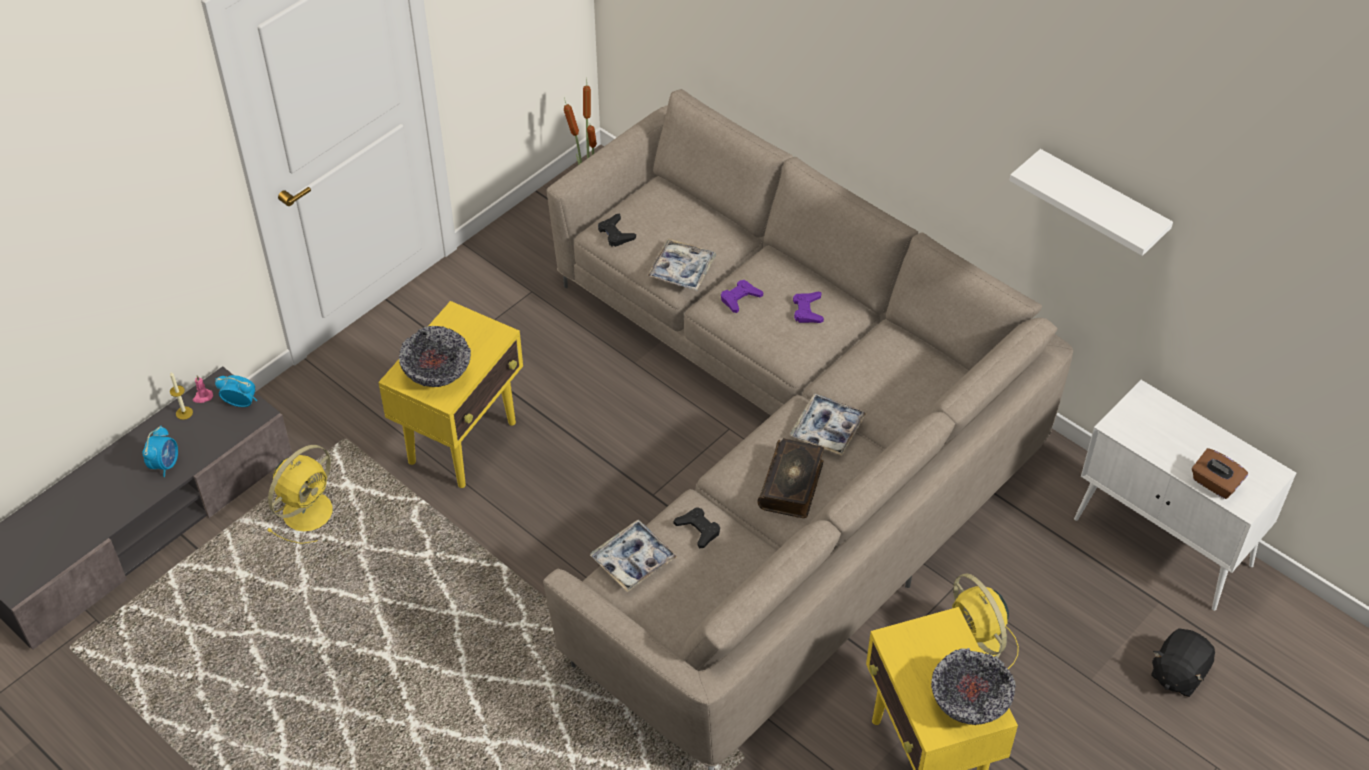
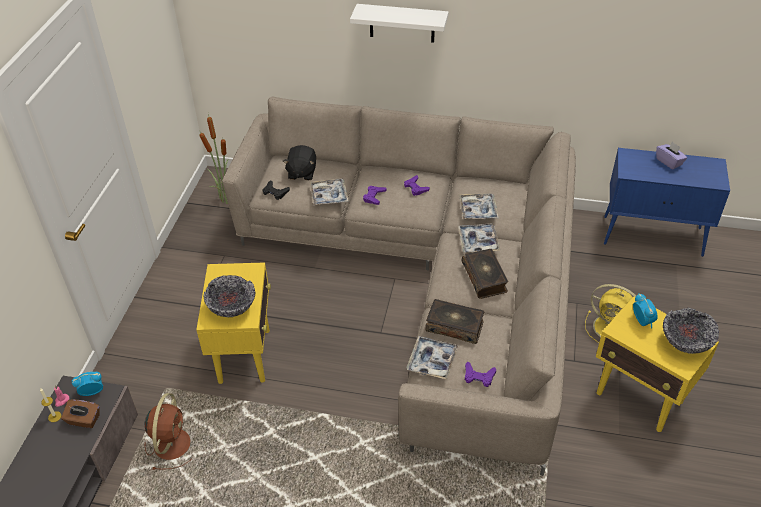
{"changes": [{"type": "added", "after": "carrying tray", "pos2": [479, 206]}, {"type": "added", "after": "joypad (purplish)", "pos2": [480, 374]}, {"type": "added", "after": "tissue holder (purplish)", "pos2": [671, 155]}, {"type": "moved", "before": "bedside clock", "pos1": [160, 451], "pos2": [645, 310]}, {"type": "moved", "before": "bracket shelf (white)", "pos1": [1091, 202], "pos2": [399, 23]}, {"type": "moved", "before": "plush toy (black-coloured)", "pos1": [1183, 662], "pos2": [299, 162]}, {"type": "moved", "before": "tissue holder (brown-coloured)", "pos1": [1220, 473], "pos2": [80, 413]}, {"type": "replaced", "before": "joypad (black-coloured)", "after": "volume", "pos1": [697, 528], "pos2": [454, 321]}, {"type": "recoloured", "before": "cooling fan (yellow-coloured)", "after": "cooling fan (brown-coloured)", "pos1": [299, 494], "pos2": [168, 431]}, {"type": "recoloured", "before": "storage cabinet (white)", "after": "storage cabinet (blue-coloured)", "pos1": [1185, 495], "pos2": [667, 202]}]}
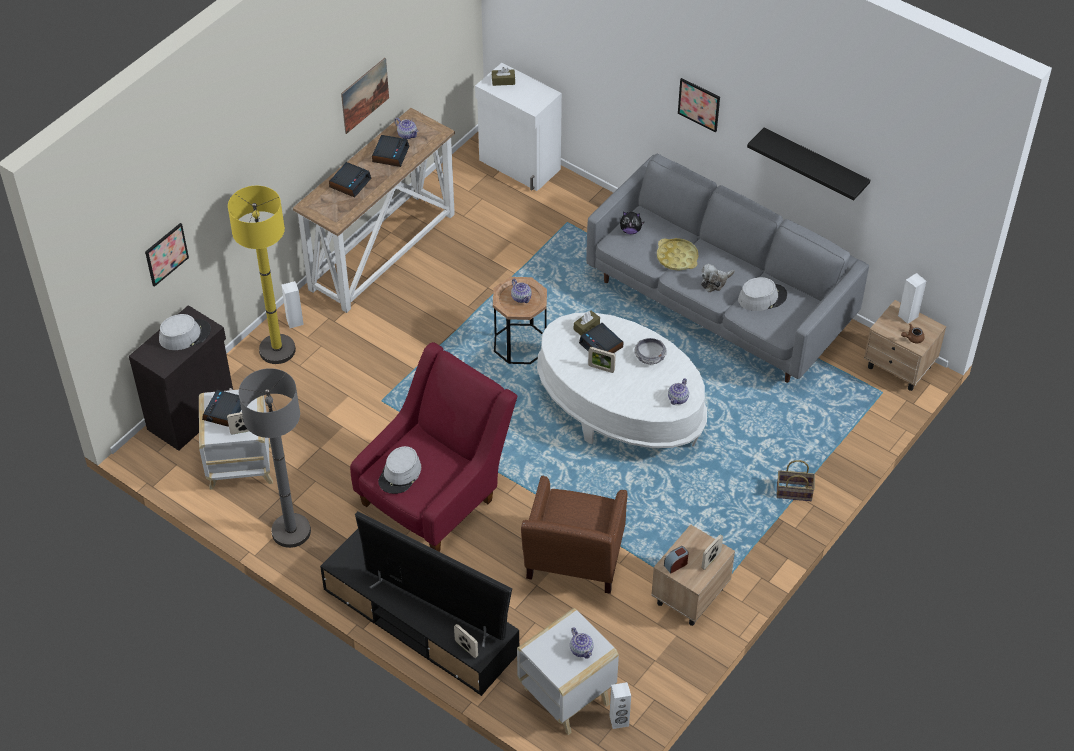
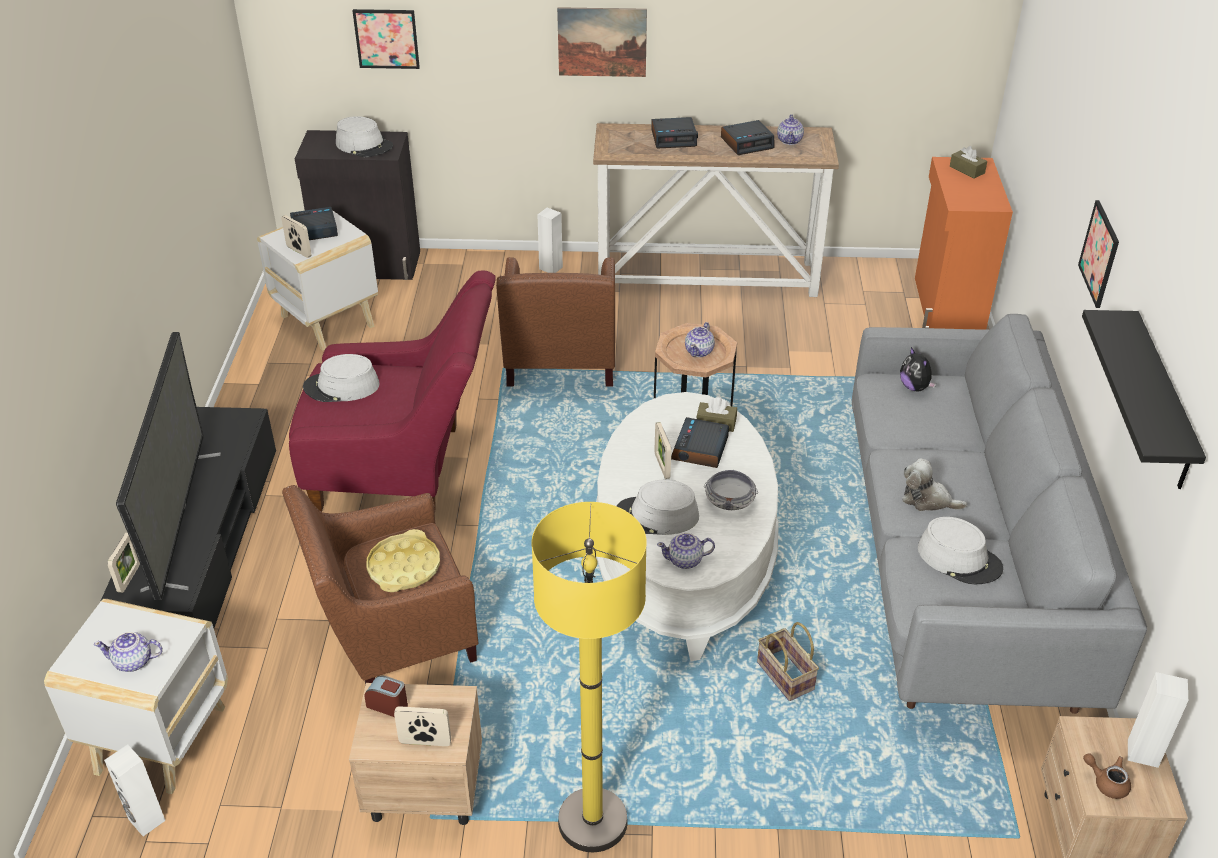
{"changes": [{"type": "removed", "before": "floor lamp (gray)", "pos1": [275, 458]}, {"type": "added", "after": "lounge chair (brown-coloured)", "pos2": [555, 322]}, {"type": "added", "after": "clothing hat (gray)", "pos2": [658, 507]}, {"type": "moved", "before": "floor lamp (yellow-coloured)", "pos1": [262, 275], "pos2": [589, 677]}, {"type": "moved", "before": "wall picture", "pos1": [365, 96], "pos2": [602, 42]}, {"type": "moved", "before": "carrying tray (yellow-coloured)", "pos1": [678, 254], "pos2": [403, 560]}, {"type": "moved", "before": "household basket", "pos1": [795, 480], "pos2": [788, 661]}, {"type": "recoloured", "before": "storage cabinet (white)", "after": "storage cabinet (orangey)", "pos1": [518, 127], "pos2": [964, 243]}, {"type": "turned", "before": "teapot", "pos1": [581, 643], "pos2": [128, 652], "turn": 60}]}
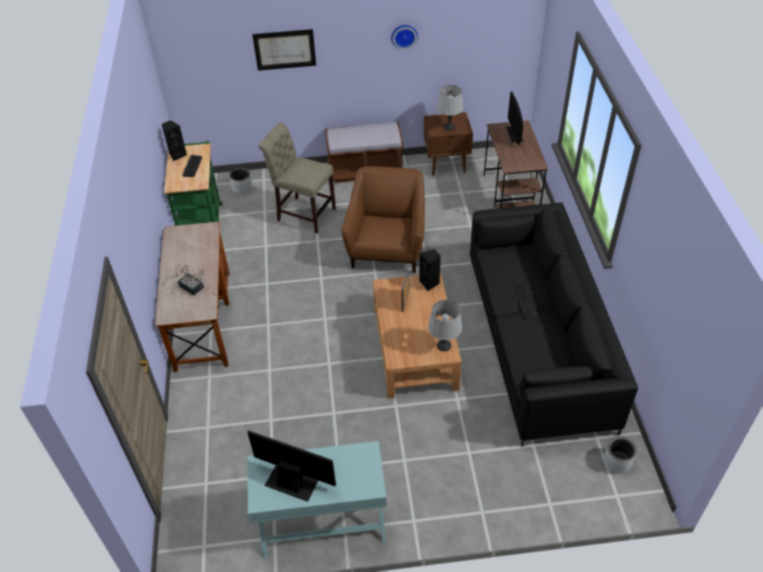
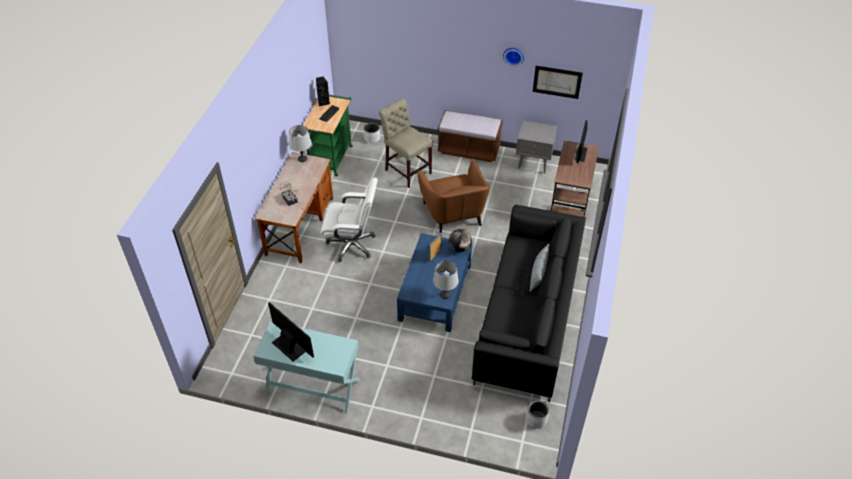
{"changes": [{"type": "added", "after": "desk chair (white)", "pos2": [349, 219]}, {"type": "added", "after": "cushion", "pos2": [539, 268]}, {"type": "moved", "before": "wall picture", "pos1": [284, 50], "pos2": [558, 82]}, {"type": "moved", "before": "lamp for a table (gray)", "pos1": [450, 107], "pos2": [300, 143]}, {"type": "replaced", "before": "loudspeaker (black-coloured)", "after": "globe", "pos1": [430, 270], "pos2": [460, 240]}, {"type": "recoloured", "before": "low table (brown-coloured)", "after": "low table (blue-coloured)", "pos1": [417, 336], "pos2": [434, 282]}, {"type": "recoloured", "before": "night table (brown-coloured)", "after": "night table (gray)", "pos1": [448, 144], "pos2": [536, 147]}, {"type": "turned", "before": "lounge chair (brown-coloured)", "pos1": [383, 219], "pos2": [453, 196], "turn": 135}]}
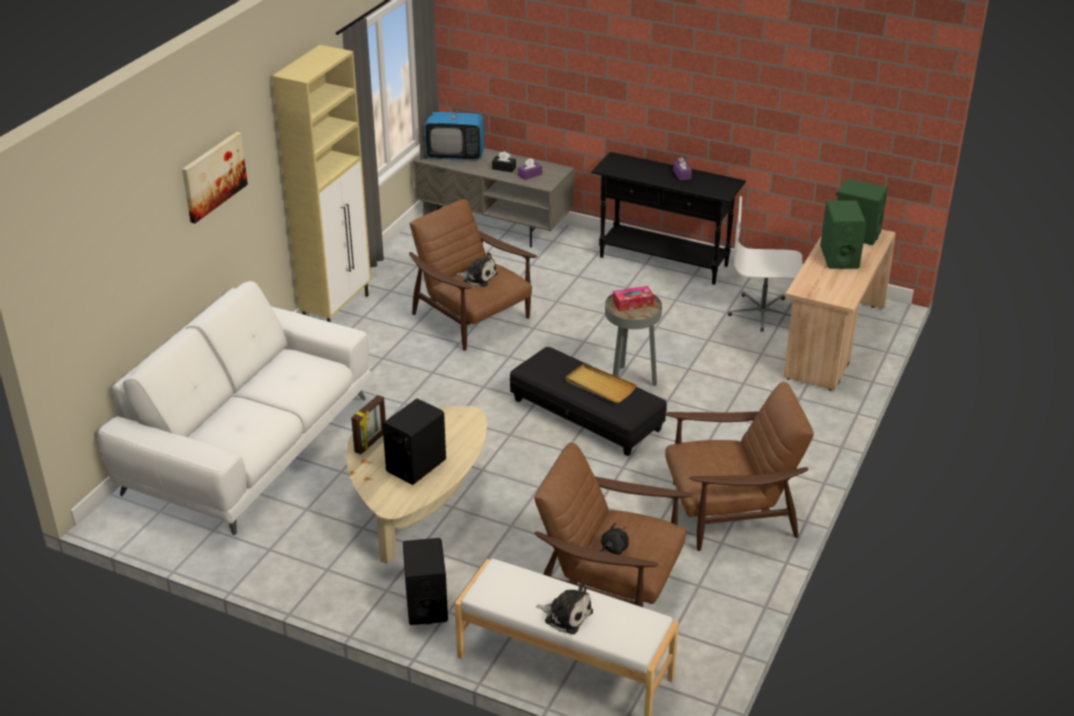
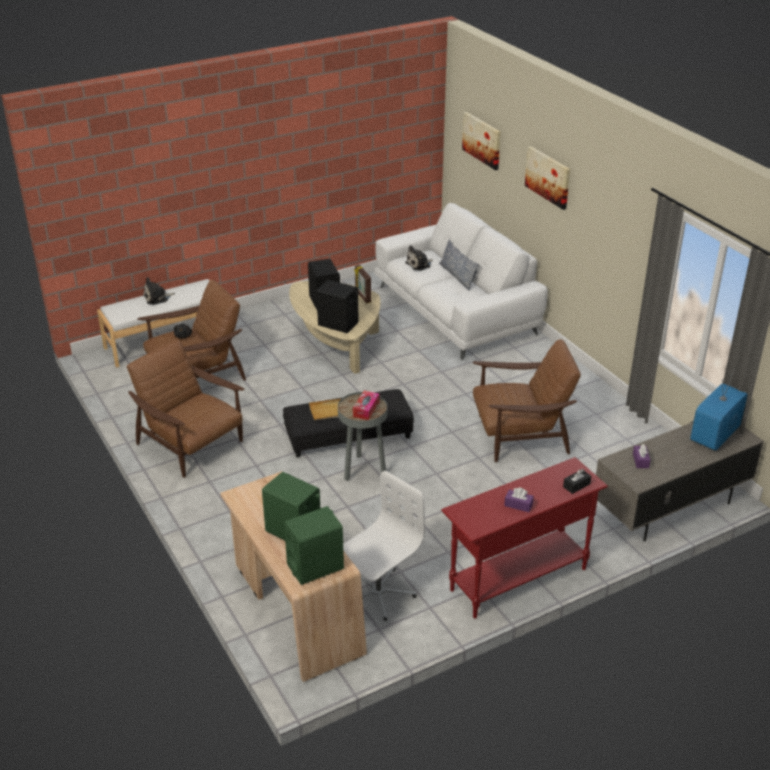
{"changes": [{"type": "removed", "before": "storage cabinet (beige)", "pos1": [321, 183]}, {"type": "added", "after": "cushion", "pos2": [459, 265]}, {"type": "added", "after": "wall picture", "pos2": [481, 141]}, {"type": "moved", "before": "loudspeaker (black-coloured)", "pos1": [425, 581], "pos2": [338, 306]}, {"type": "moved", "before": "plush toy", "pos1": [477, 269], "pos2": [419, 258]}, {"type": "moved", "before": "tissue holder (black-coloured)", "pos1": [504, 161], "pos2": [577, 481]}, {"type": "recoloured", "before": "console table (black-coloured)", "after": "console table (red-coloured)", "pos1": [668, 218], "pos2": [524, 537]}, {"type": "turned", "before": "lounge chair (brown-coloured)", "pos1": [739, 466], "pos2": [186, 408], "turn": 105}]}
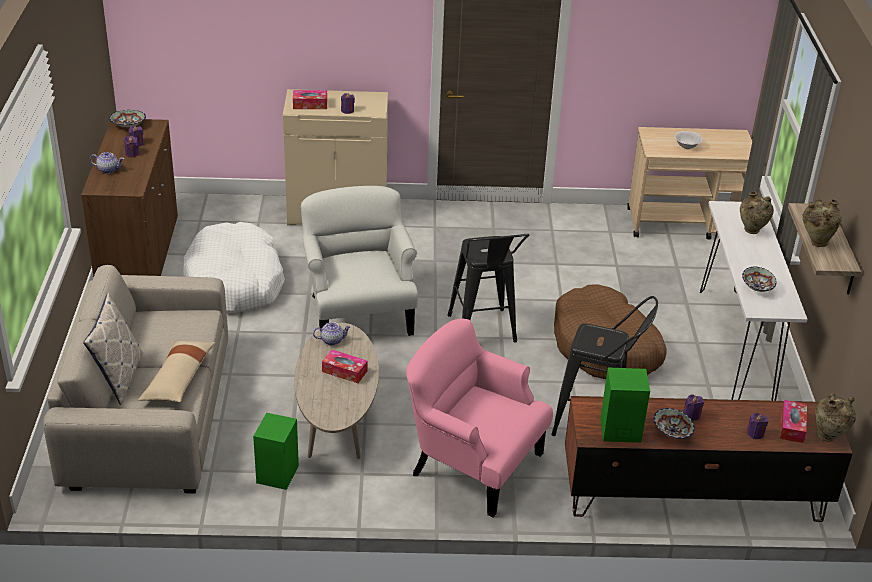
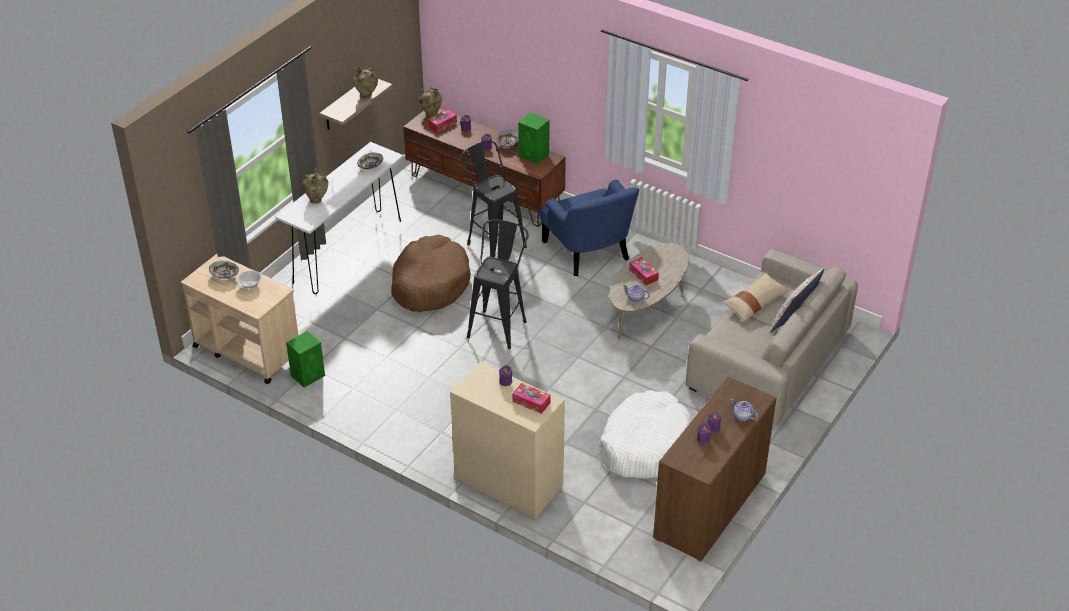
{"changes": [{"type": "removed", "before": "lounge chair (white)", "pos1": [359, 261]}, {"type": "moved", "before": "bowl", "pos1": [127, 118], "pos2": [224, 270]}, {"type": "moved", "before": "loudspeaker (green-coloured)", "pos1": [276, 451], "pos2": [305, 359]}, {"type": "recoloured", "before": "lounge chair (pinkish)", "after": "lounge chair (blue-coloured)", "pos1": [479, 418], "pos2": [589, 228]}]}
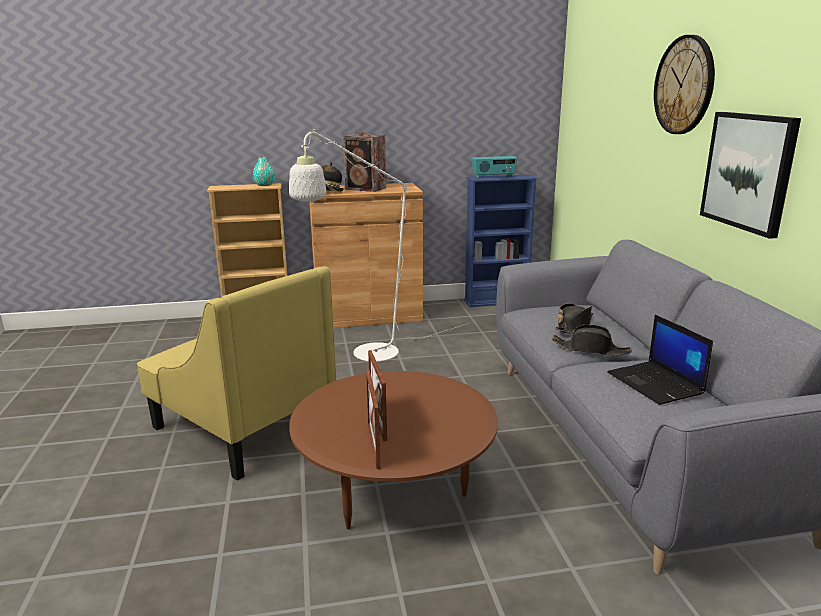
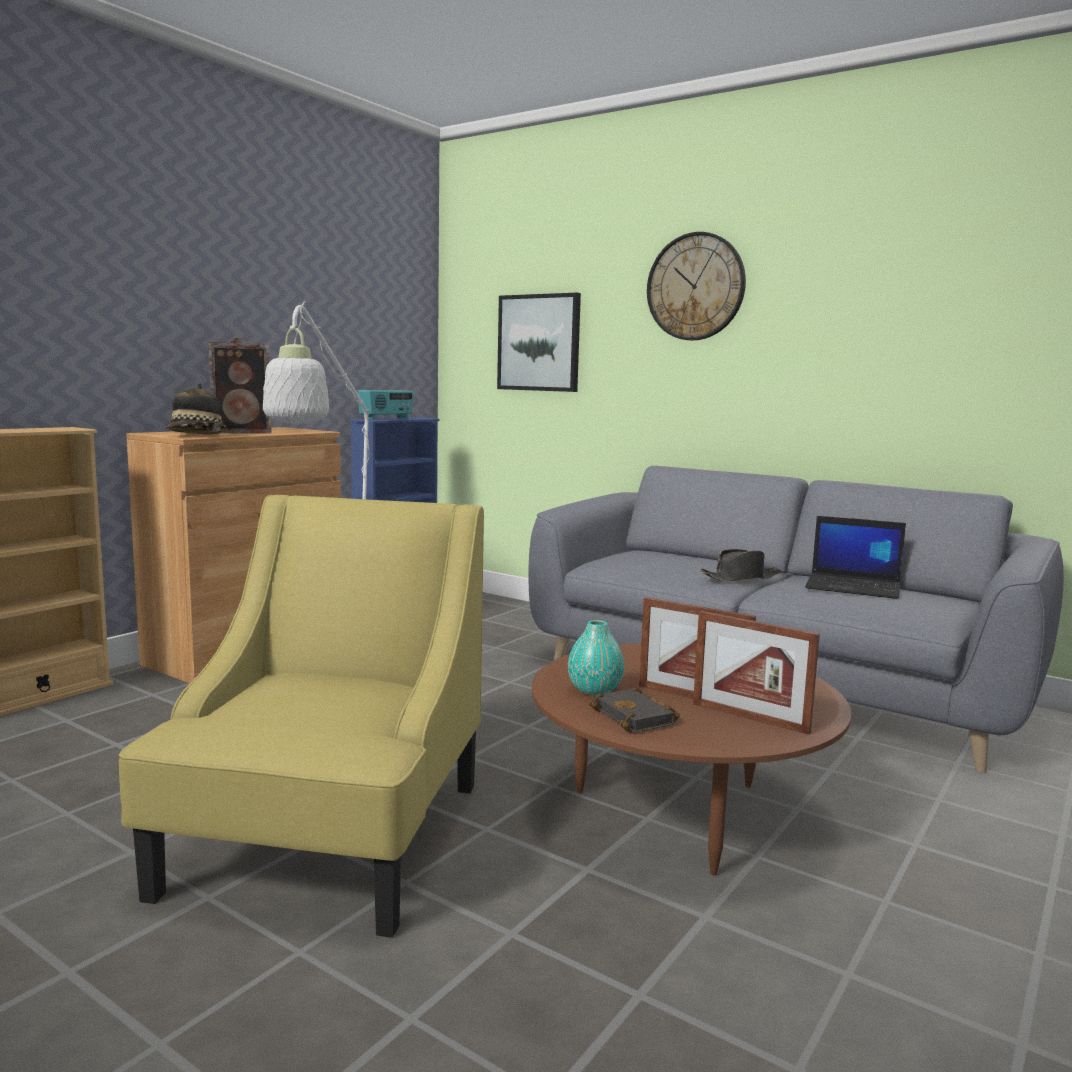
{"changes": [{"type": "removed", "before": "clothing hat (black-coloured)", "pos1": [574, 318]}, {"type": "added", "after": "volume (black-coloured)", "pos2": [634, 710]}, {"type": "moved", "before": "flower vase (blue-green)", "pos1": [264, 171], "pos2": [596, 657]}, {"type": "moved", "before": "wall picture", "pos1": [750, 175], "pos2": [539, 342]}, {"type": "turned", "before": "lounge chair (yellow-coloured)", "pos1": [236, 373], "pos2": [301, 716], "turn": -75}]}
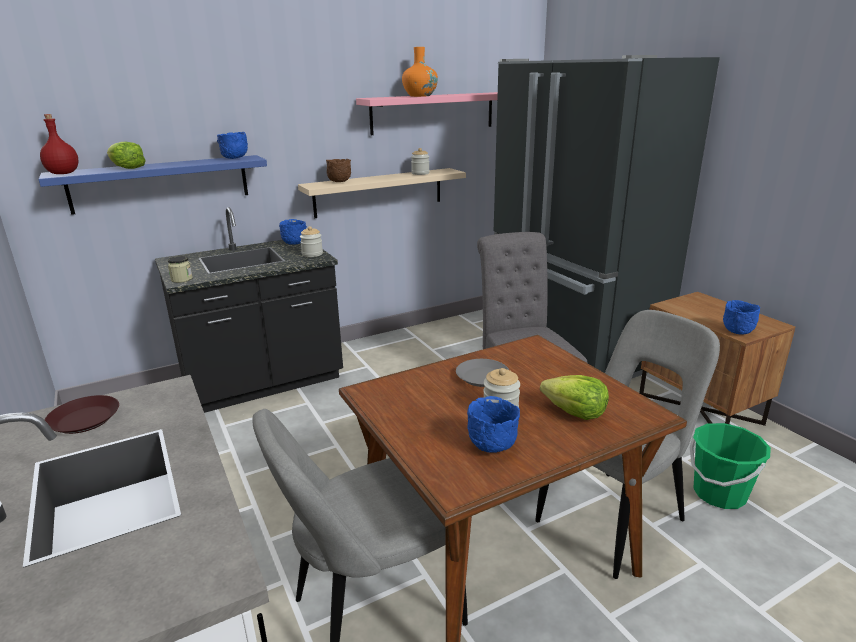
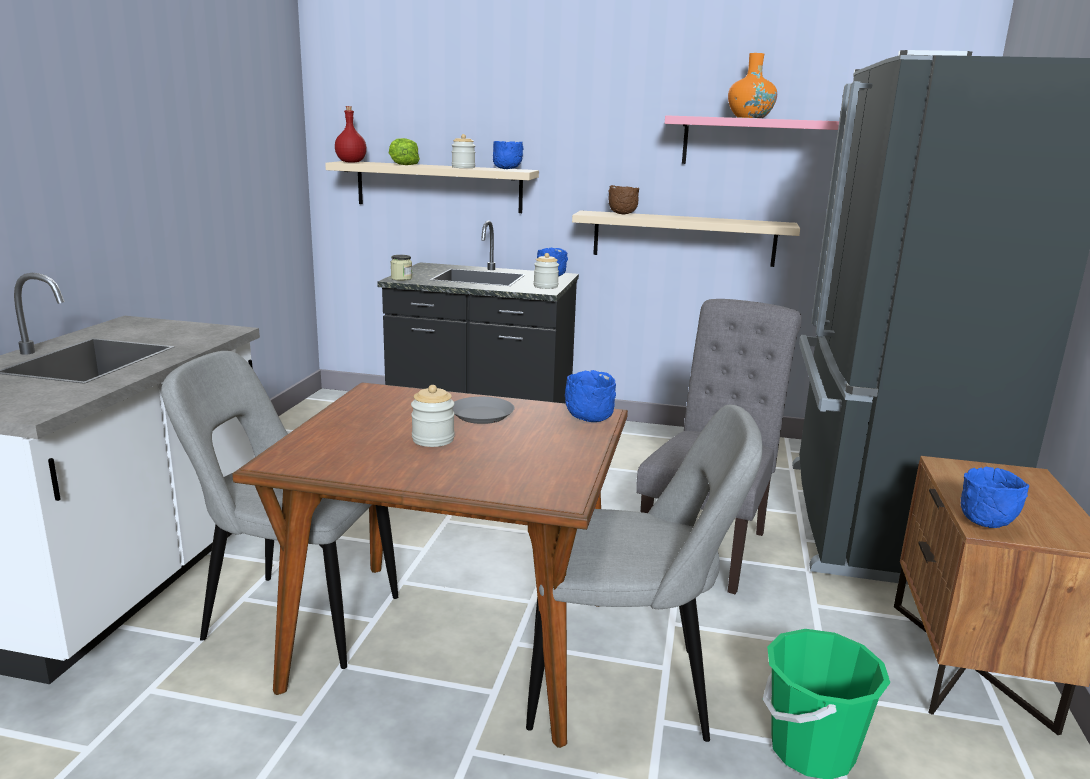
{"changes": [{"type": "removed", "before": "plate (brown-coloured)", "pos1": [82, 414]}, {"type": "removed", "before": "lettuce", "pos1": [574, 397]}, {"type": "moved", "before": "storage jar", "pos1": [420, 161], "pos2": [463, 151]}, {"type": "moved", "before": "bowl (blue-coloured)", "pos1": [493, 424], "pos2": [590, 396]}, {"type": "recoloured", "before": "bracket shelf (blue-coloured)", "after": "bracket shelf (beige)", "pos1": [152, 185], "pos2": [432, 187]}]}
